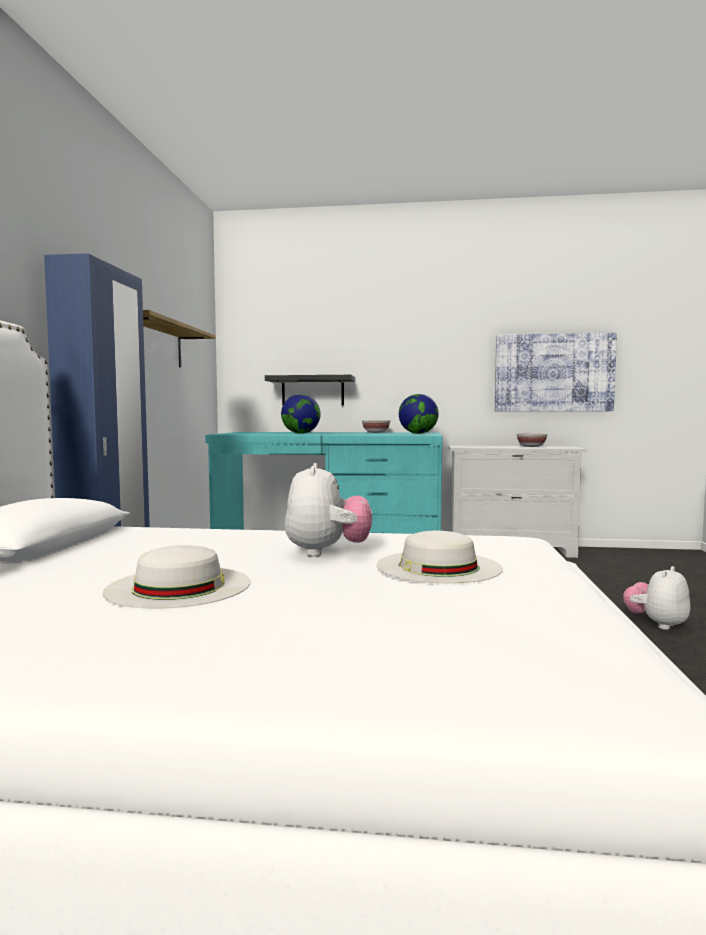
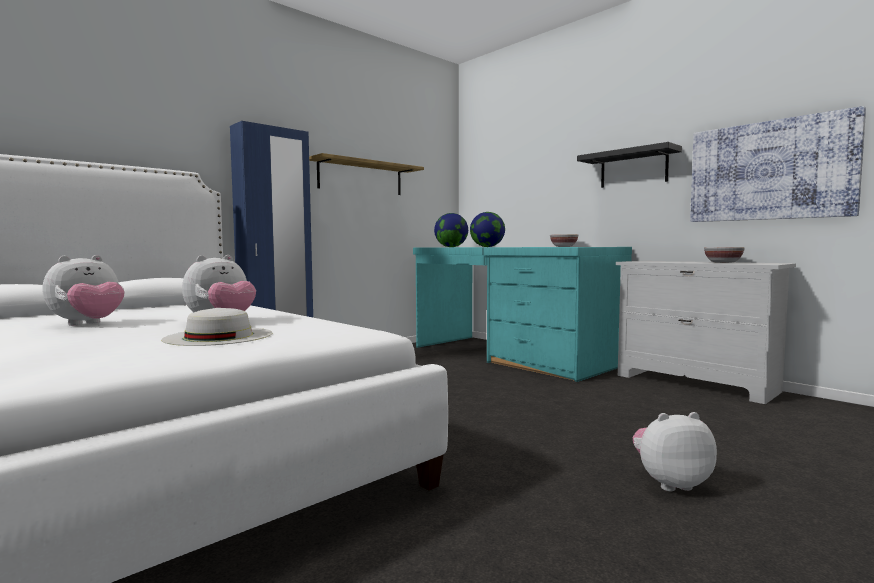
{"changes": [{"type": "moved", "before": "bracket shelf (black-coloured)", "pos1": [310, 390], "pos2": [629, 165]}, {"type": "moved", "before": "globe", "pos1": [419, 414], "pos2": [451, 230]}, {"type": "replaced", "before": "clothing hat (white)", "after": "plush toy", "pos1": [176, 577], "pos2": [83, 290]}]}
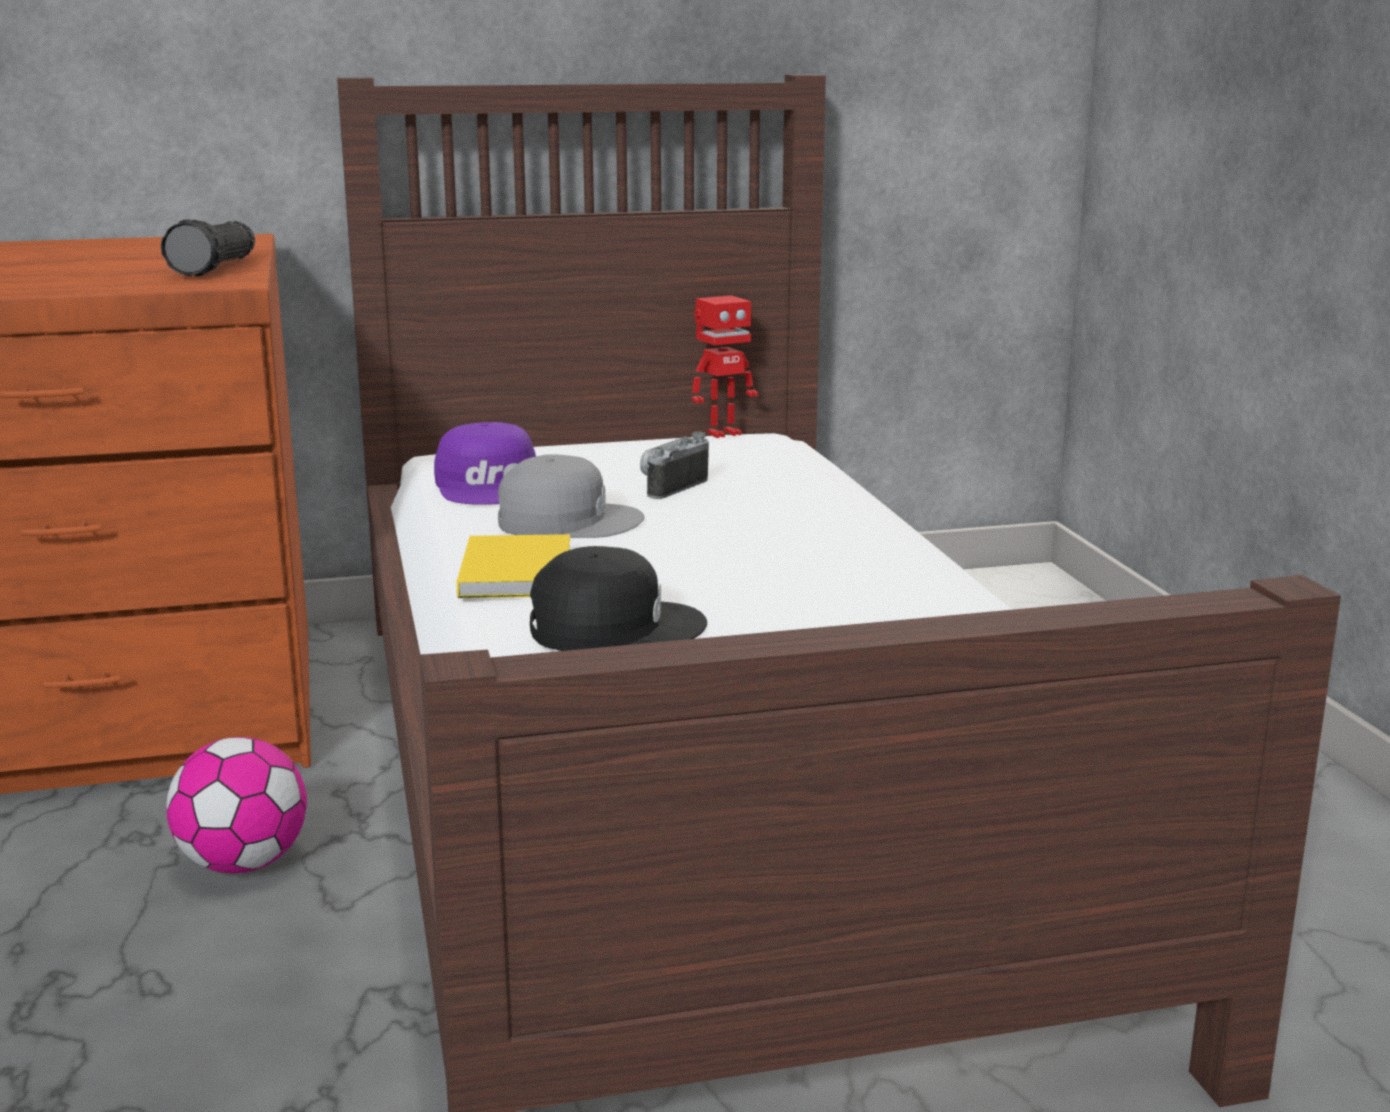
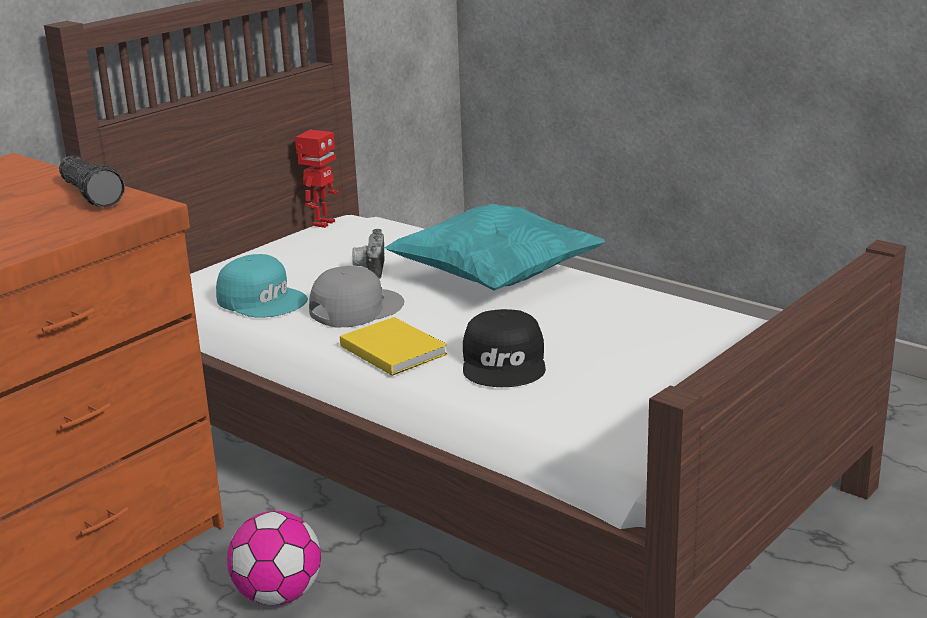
{"changes": [{"type": "added", "after": "cushion (blue-green)", "pos2": [494, 247]}, {"type": "recoloured", "before": "peaked cap (purplish)", "after": "peaked cap (blue-green)", "pos1": [485, 463], "pos2": [262, 286]}, {"type": "turned", "before": "peaked cap (black-coloured)", "pos1": [618, 598], "pos2": [504, 348], "turn": 135}]}
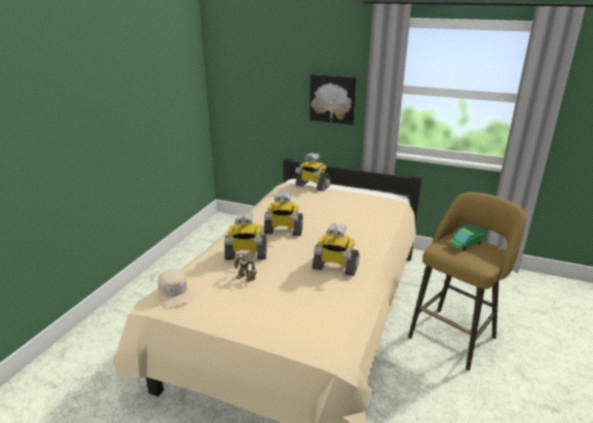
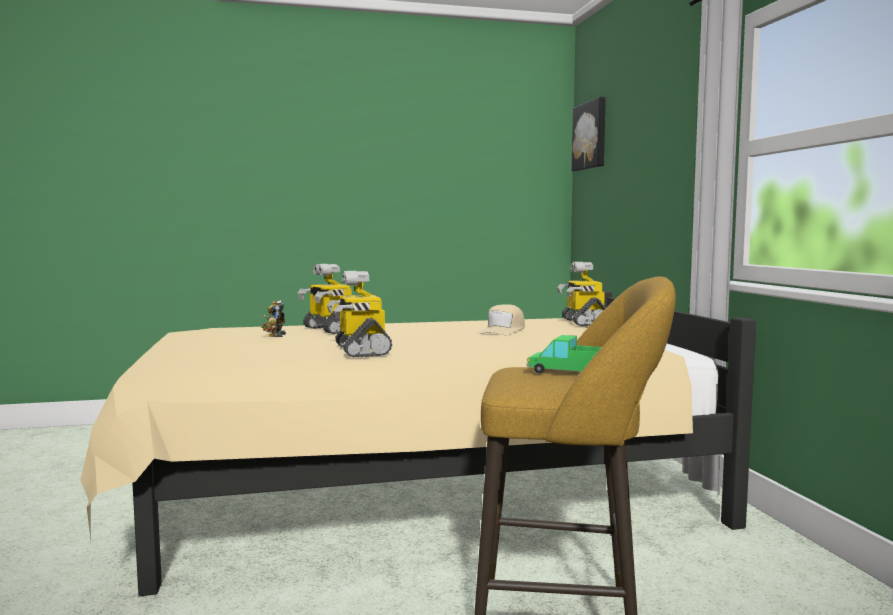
{"changes": [{"type": "removed", "before": "toy robot", "pos1": [283, 213]}, {"type": "moved", "before": "peaked cap (beige)", "pos1": [176, 288], "pos2": [501, 319]}, {"type": "moved", "before": "wall picture", "pos1": [333, 99], "pos2": [588, 134]}]}
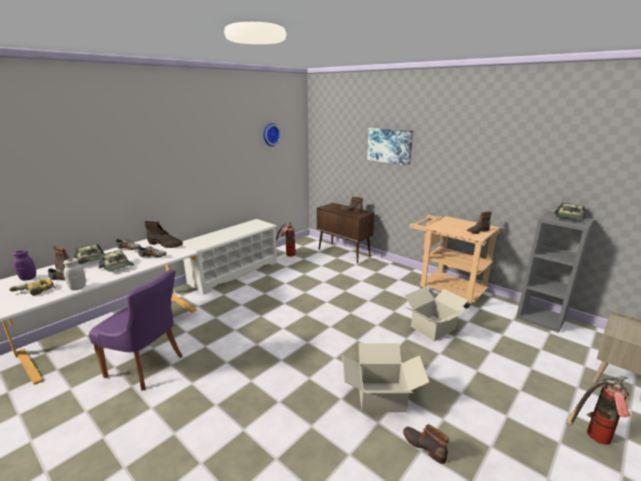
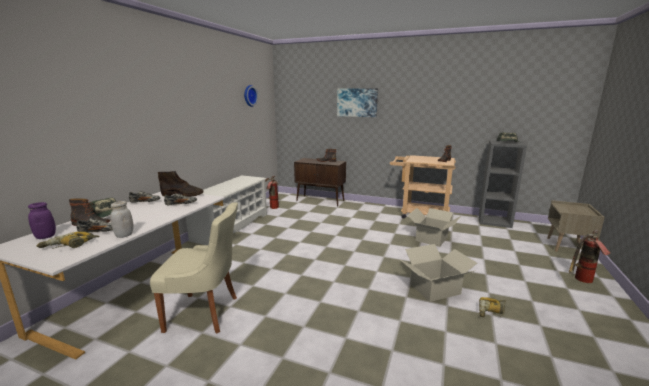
{"changes": [{"type": "removed", "before": "peaked cap", "pos1": [116, 261]}, {"type": "replaced", "before": "boot", "after": "drill", "pos1": [426, 444], "pos2": [492, 307]}, {"type": "recoloured", "before": "upright chair (purplish)", "after": "upright chair (beige)", "pos1": [136, 330], "pos2": [194, 268]}]}
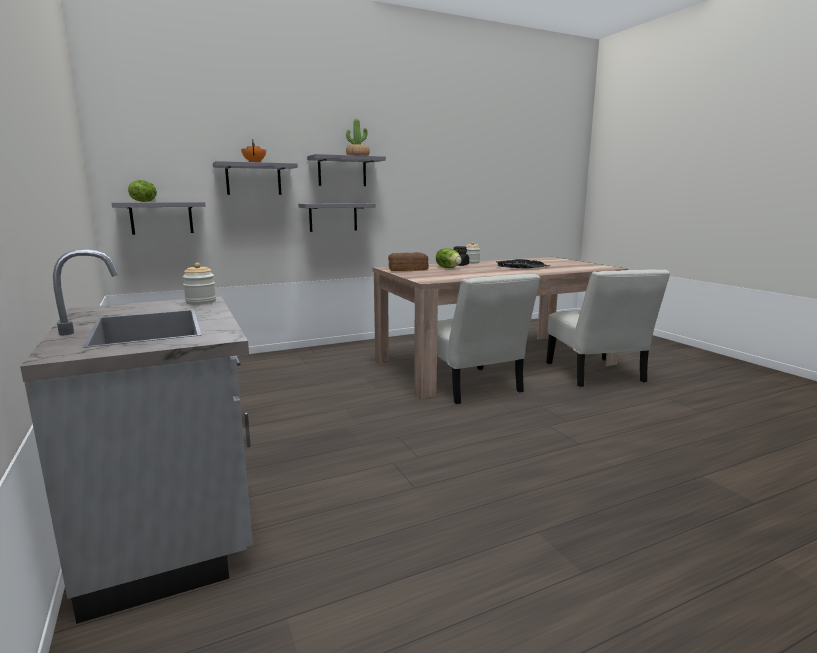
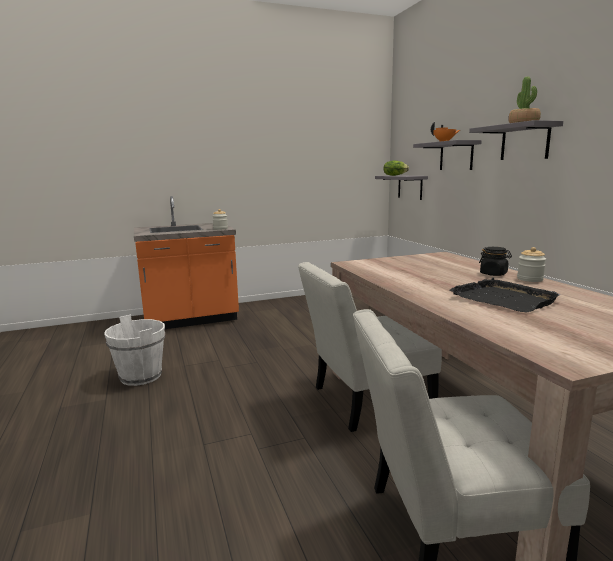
{"changes": [{"type": "removed", "before": "bracket shelf (gray)", "pos1": [337, 217]}, {"type": "removed", "before": "baked bread", "pos1": [408, 261]}, {"type": "removed", "before": "lettuce", "pos1": [449, 258]}, {"type": "added", "after": "pail (white)", "pos2": [134, 350]}, {"type": "recoloured", "before": "kitchen counter (gray)", "after": "kitchen counter (orangey)", "pos1": [136, 436], "pos2": [186, 262]}]}
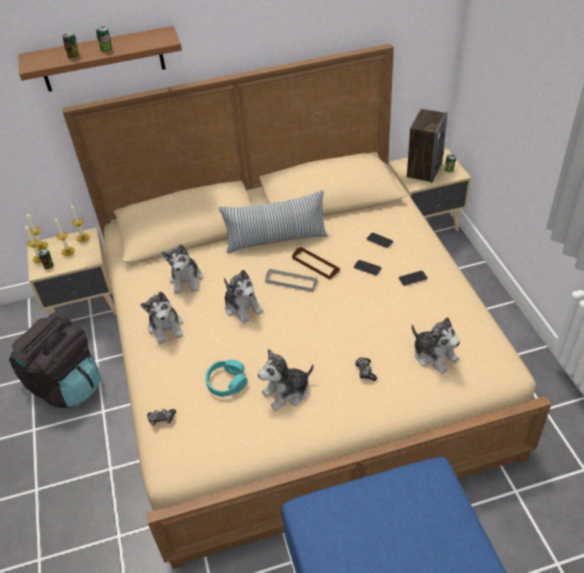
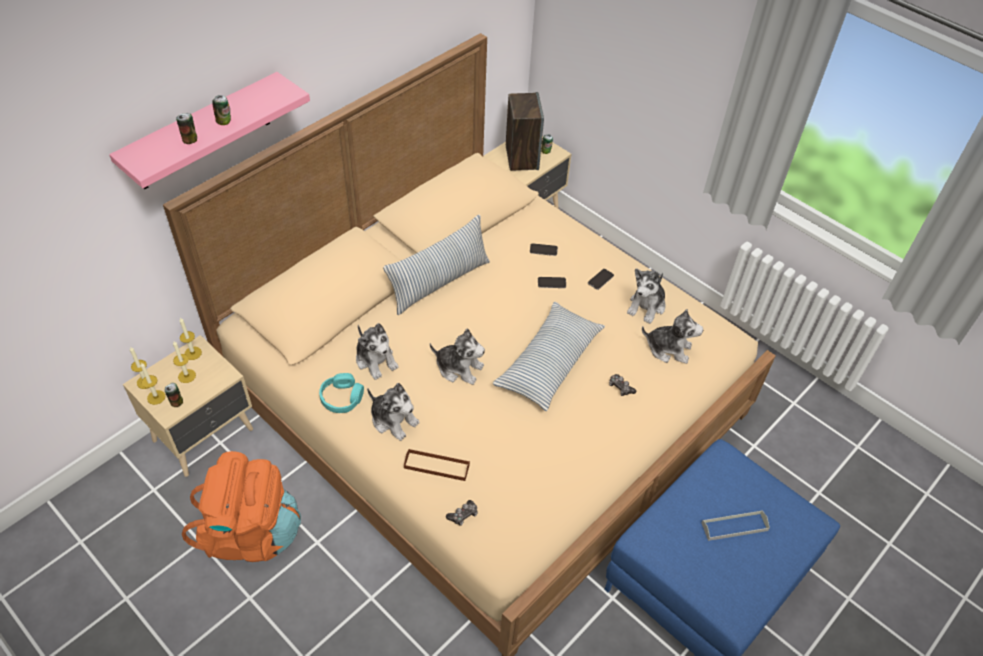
{"changes": [{"type": "added", "after": "cushion", "pos2": [549, 356]}, {"type": "moved", "before": "pair of headphones (blue-green)", "pos1": [226, 378], "pos2": [341, 393]}, {"type": "moved", "before": "plush toy", "pos1": [286, 380], "pos2": [646, 296]}, {"type": "moved", "before": "carrying tray (gray)", "pos1": [291, 280], "pos2": [736, 525]}, {"type": "moved", "before": "carrying tray (brown-coloured)", "pos1": [315, 263], "pos2": [437, 465]}, {"type": "recoloured", "before": "backpack (black-coloured)", "after": "backpack (orangey)", "pos1": [55, 360], "pos2": [241, 506]}, {"type": "recoloured", "before": "bracket shelf (brown-coloured)", "after": "bracket shelf (pinkish)", "pos1": [100, 58], "pos2": [209, 130]}]}
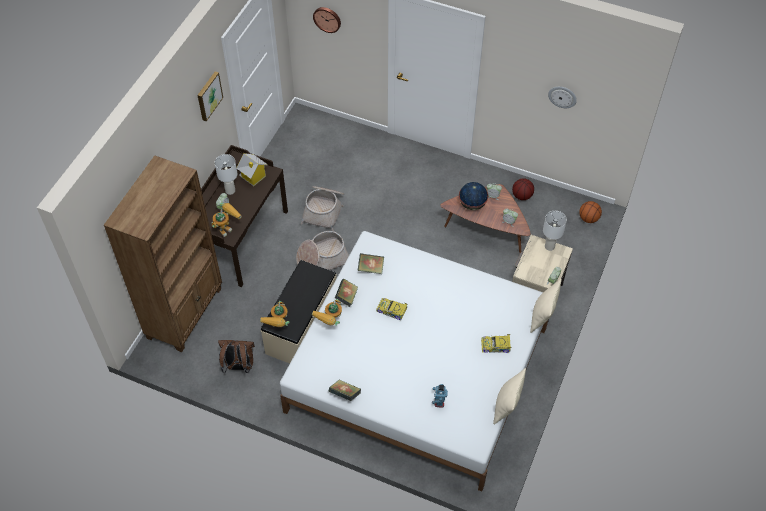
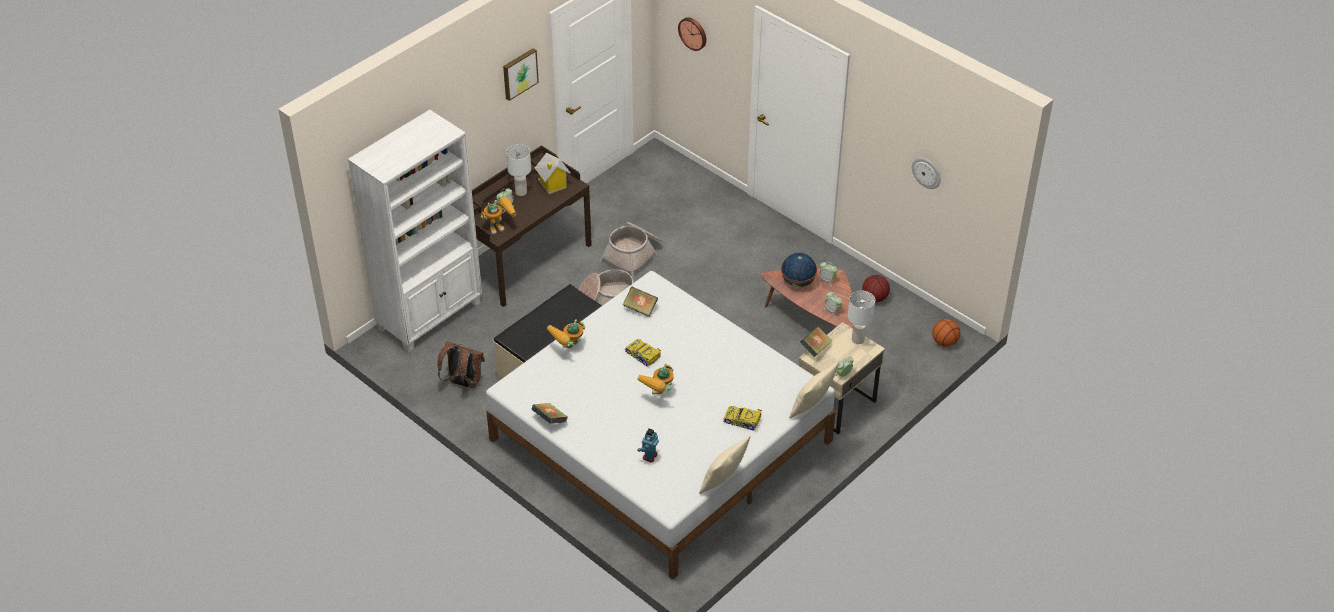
{"changes": [{"type": "moved", "before": "toy robot", "pos1": [275, 314], "pos2": [655, 379]}, {"type": "moved", "before": "volume", "pos1": [346, 293], "pos2": [816, 342]}, {"type": "recoloured", "before": "shelving unit (brown-coloured)", "after": "shelving unit (white)", "pos1": [163, 253], "pos2": [415, 231]}]}
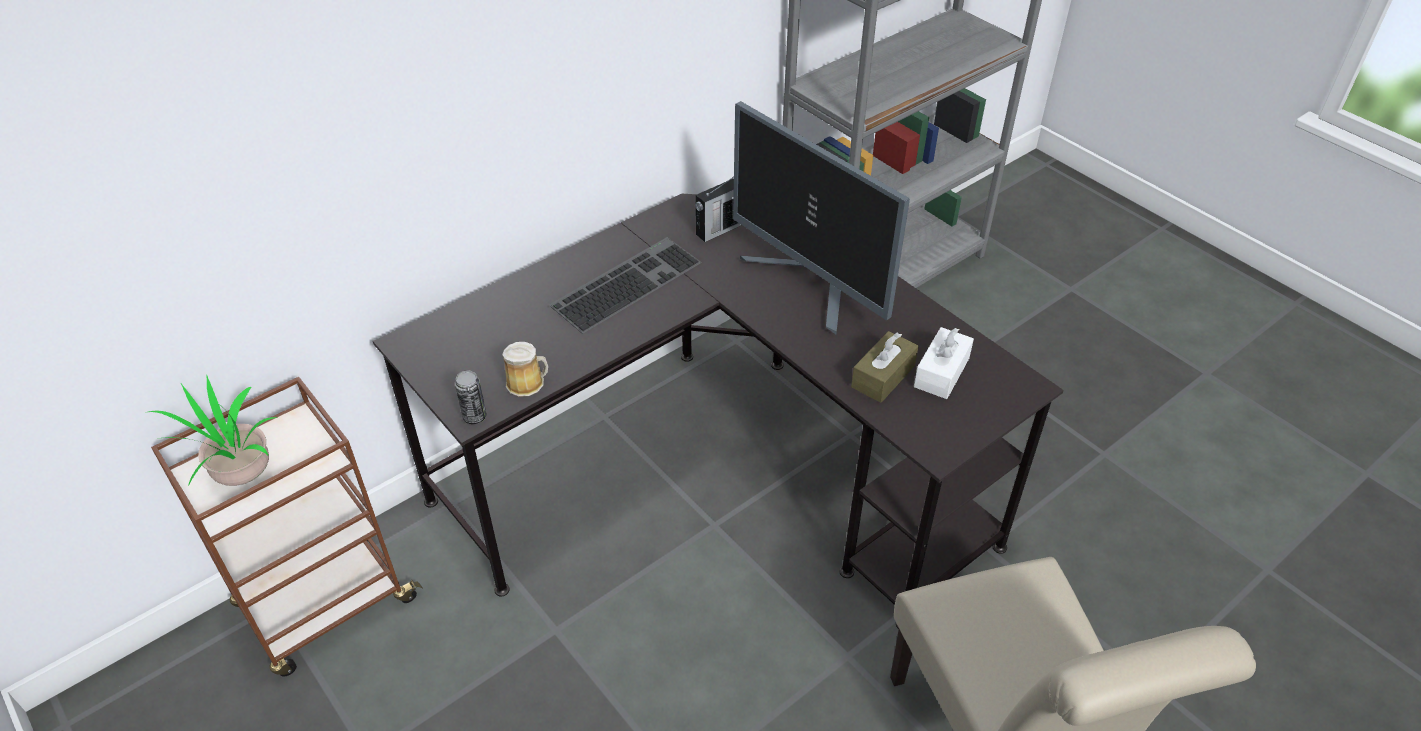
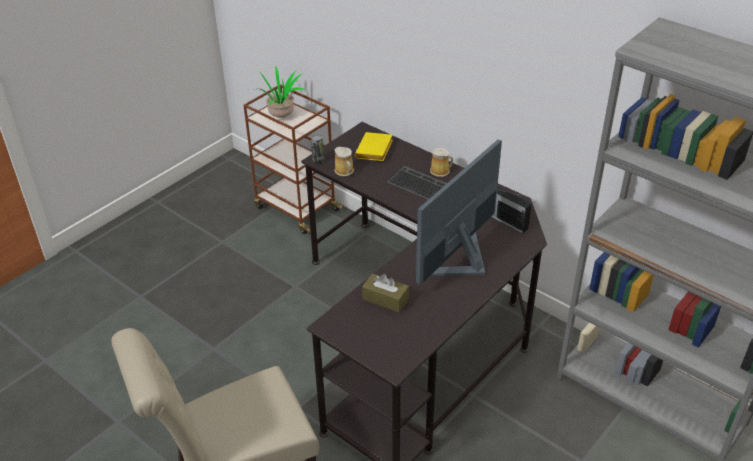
{"changes": [{"type": "removed", "before": "tissue holder (white)", "pos1": [944, 363]}, {"type": "added", "after": "volume (yellow-coloured)", "pos2": [374, 146]}, {"type": "added", "after": "tea mug", "pos2": [441, 162]}]}
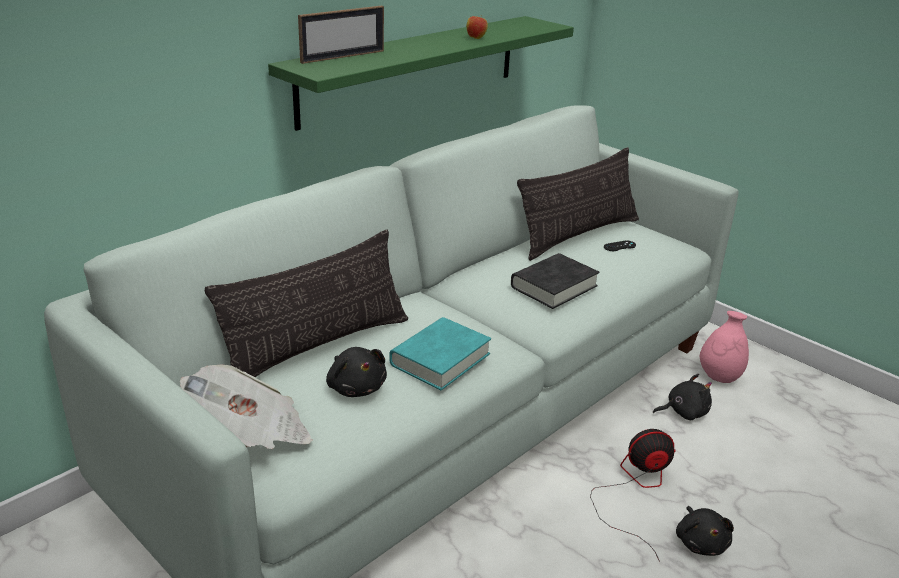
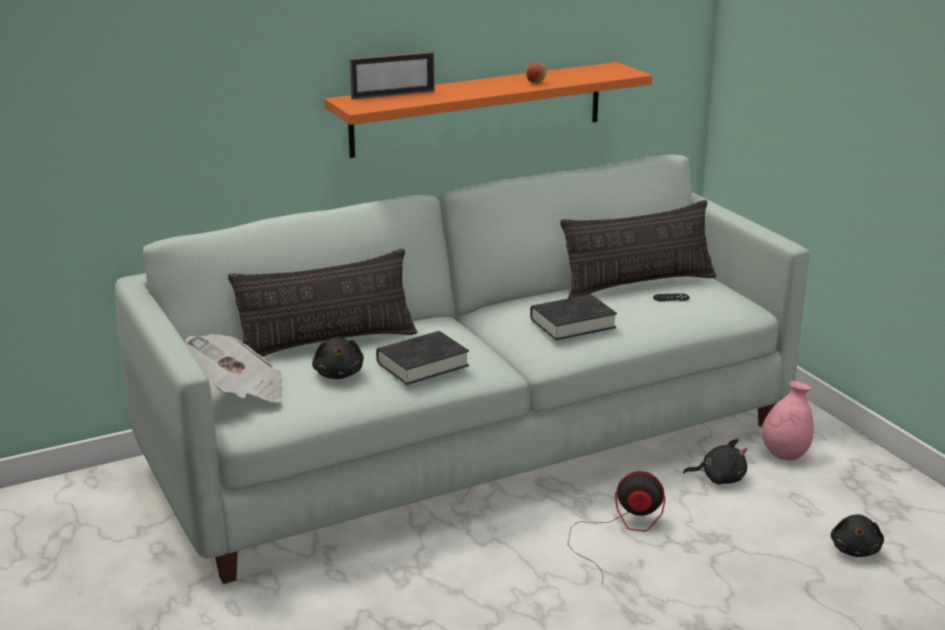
{"changes": [{"type": "moved", "before": "plush toy (black-coloured)", "pos1": [705, 531], "pos2": [857, 535]}, {"type": "recoloured", "before": "bracket shelf (green-coloured)", "after": "bracket shelf (orangey)", "pos1": [421, 73], "pos2": [488, 110]}, {"type": "recoloured", "before": "volume (blue-green)", "after": "volume (black-coloured)", "pos1": [440, 353], "pos2": [422, 358]}]}
